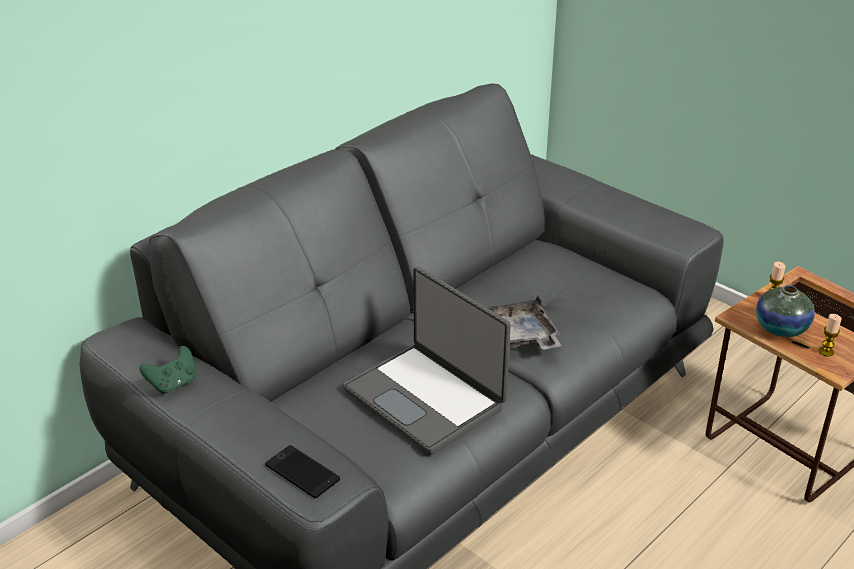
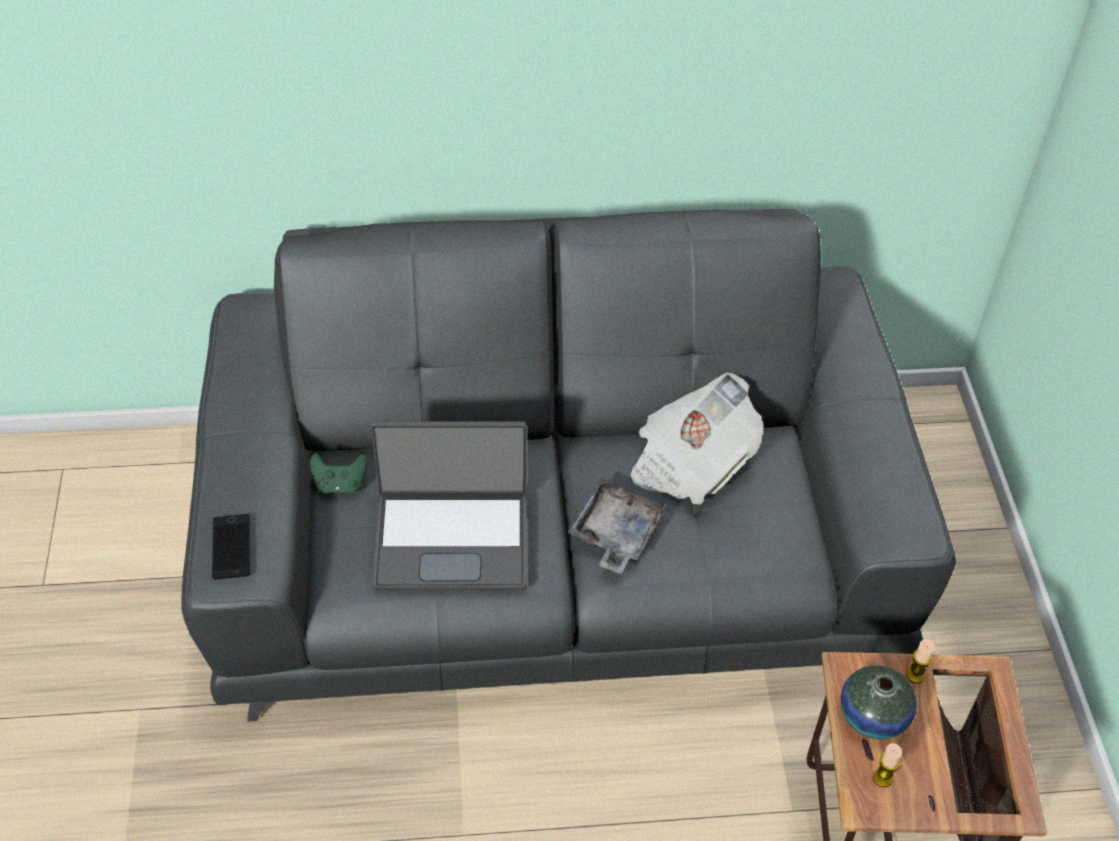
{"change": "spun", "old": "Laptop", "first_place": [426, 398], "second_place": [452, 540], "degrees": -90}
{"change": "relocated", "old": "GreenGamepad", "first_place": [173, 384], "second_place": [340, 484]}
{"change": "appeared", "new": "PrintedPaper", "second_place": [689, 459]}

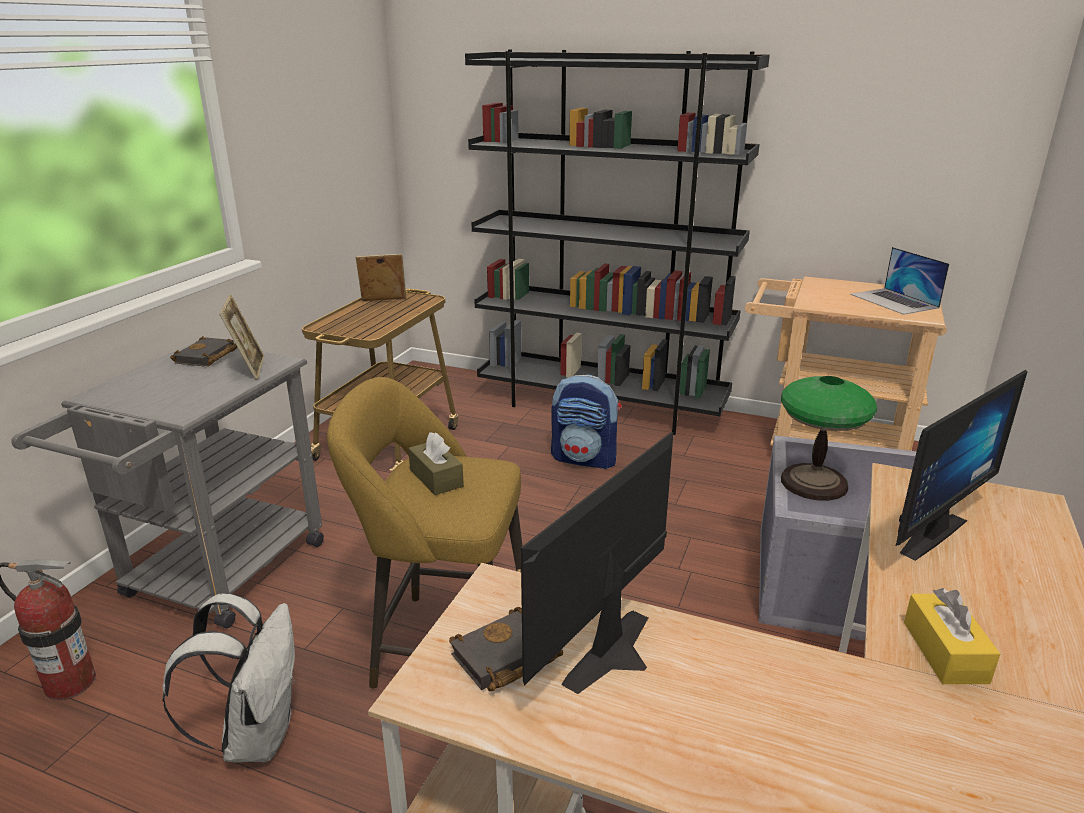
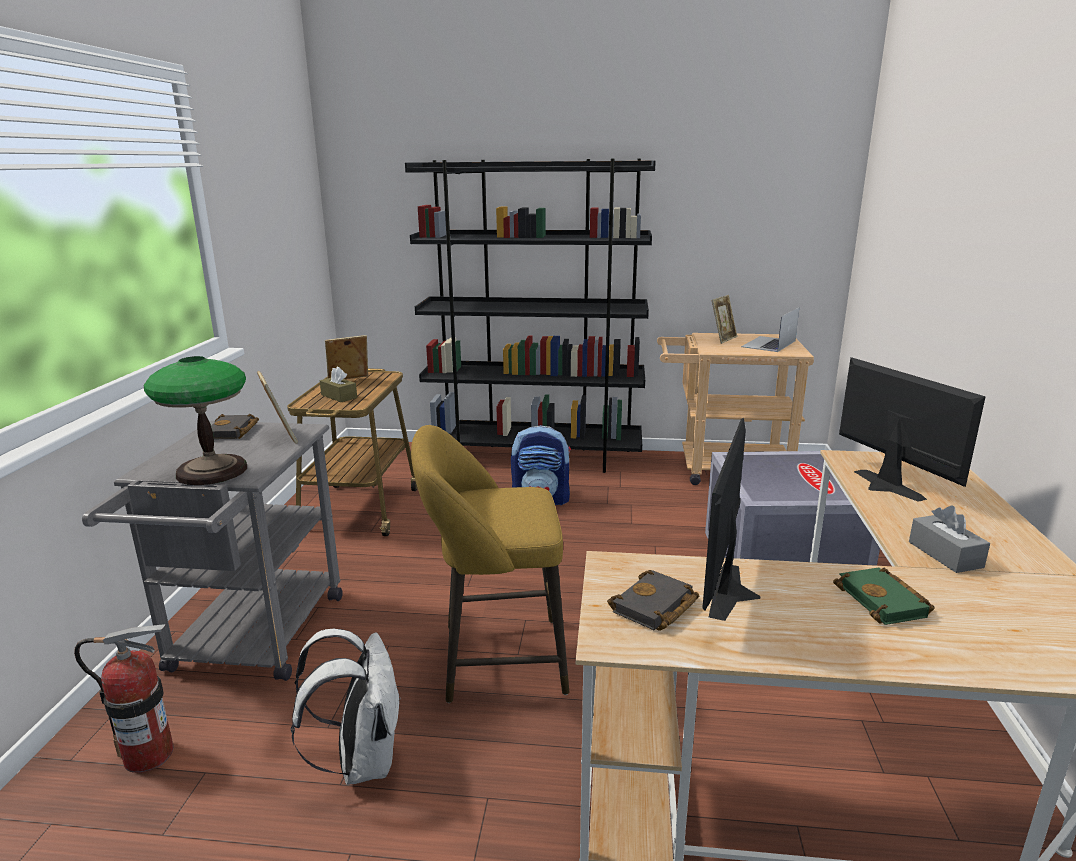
{"change": "spun", "old": "Laptop", "first_place": [894, 301], "second_place": [768, 344], "degrees": 75}
{"change": "spun", "old": "ComputerScreen", "first_place": [921, 530], "second_place": [881, 486], "degrees": -60}
{"change": "relocated", "old": "TabletopLamp", "first_place": [814, 483], "second_place": [212, 471]}
{"change": "relocated", "old": "BrownBoxOfTissues", "first_place": [436, 478], "second_place": [339, 396]}
{"change": "colour", "old": "YellowColouredBoxOfTissues", "new": "GrayBoxOfTissues", "first_place": [945, 652], "second_place": [945, 554]}
{"change": "appeared", "new": "PhotoFrame", "second_place": [723, 339]}
{"change": "appeared", "new": "GreenVolume", "second_place": [885, 602]}

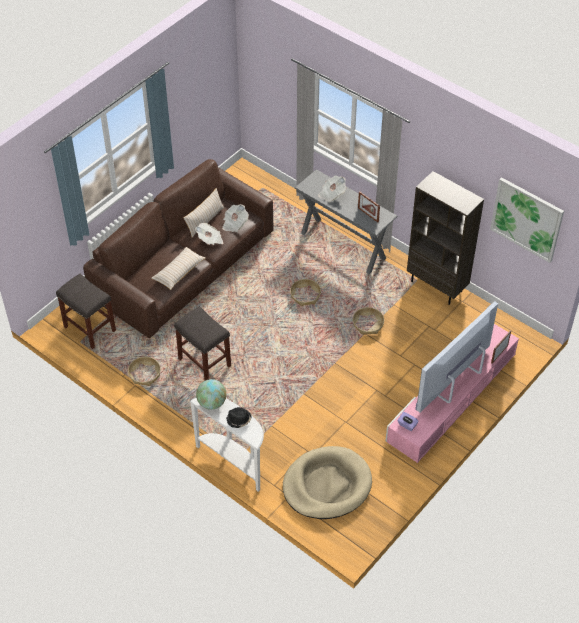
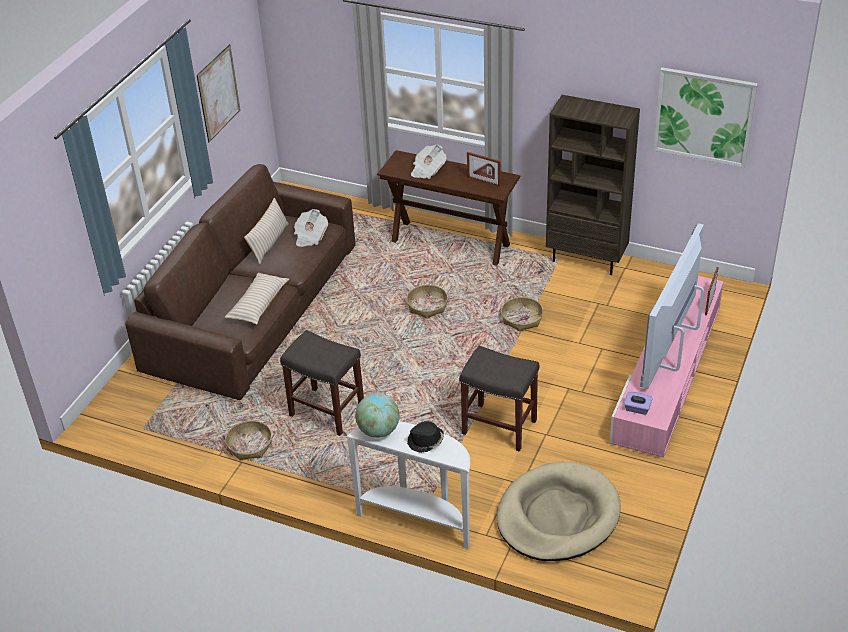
{"change": "colour", "old": "GrayConsoleTable", "new": "BrownConsoleTable", "first_place": [343, 246], "second_place": [450, 243]}
{"change": "missing", "old": "PrintedPaper", "first_place": [210, 239]}
{"change": "relocated", "old": "GrayStoolSeat", "first_place": [90, 329], "second_place": [500, 427]}
{"change": "appeared", "new": "WallArt", "second_place": [218, 93]}

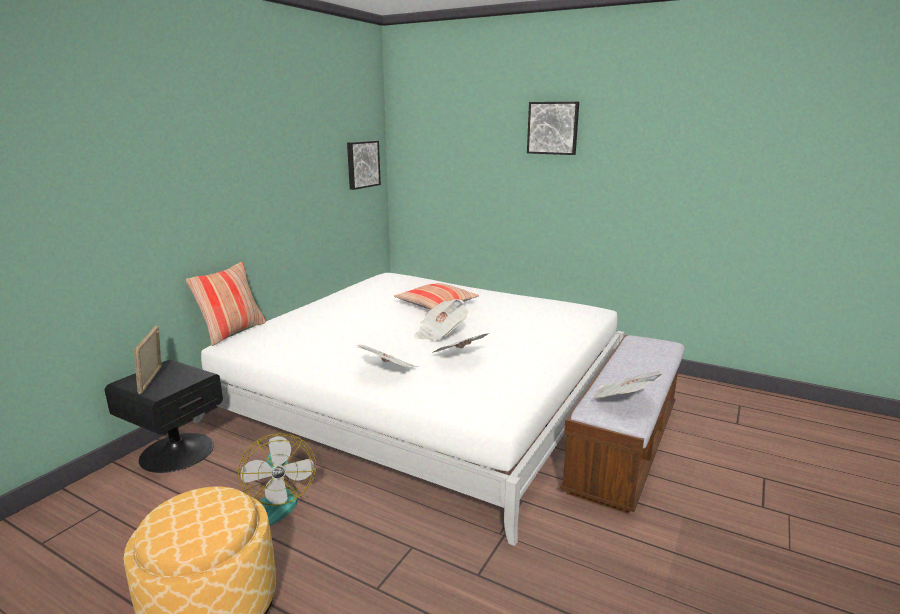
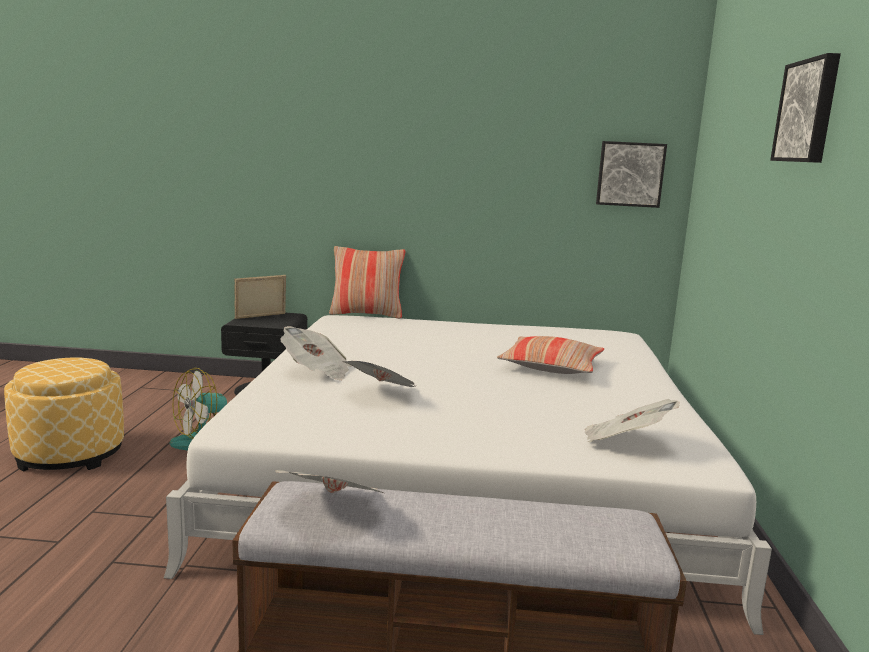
{"change": "relocated", "old": "PrintedPaper", "first_place": [440, 333], "second_place": [624, 442]}

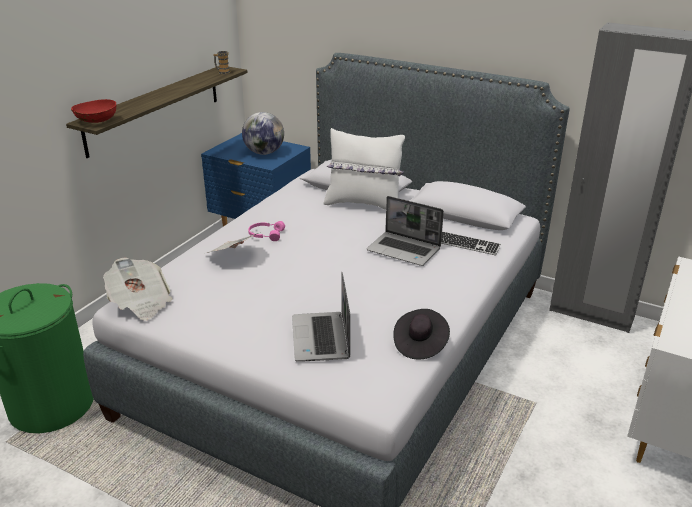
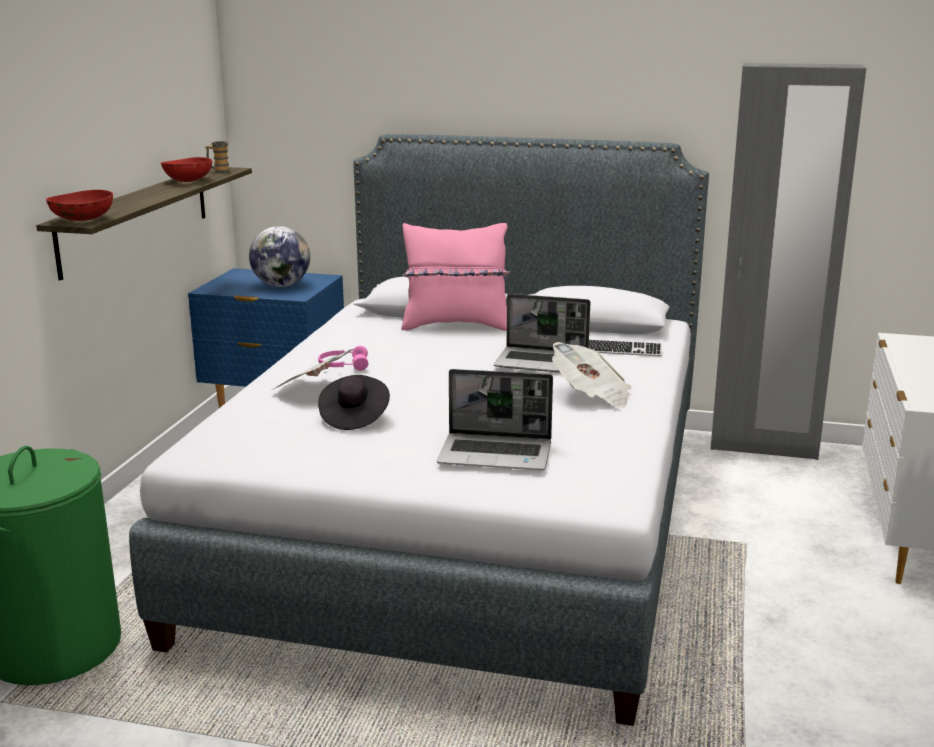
{"change": "colour", "old": "WhiteThrowPillow", "new": "PinkishThrowPillow", "first_place": [363, 204], "second_place": [456, 325]}
{"change": "relocated", "old": "PrintedPaper", "first_place": [140, 303], "second_place": [592, 396]}
{"change": "spun", "old": "Laptop", "first_place": [321, 338], "second_place": [497, 454], "degrees": -60}
{"change": "relocated", "old": "BlackColouredHat", "first_place": [420, 344], "second_place": [354, 417]}
{"change": "appeared", "new": "ReddishBowl", "second_place": [188, 181]}

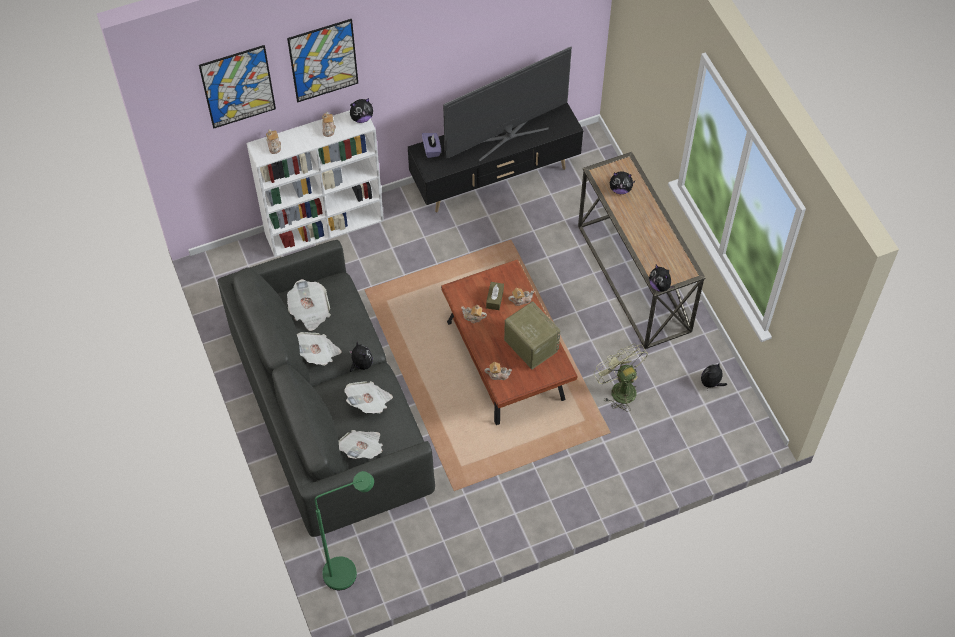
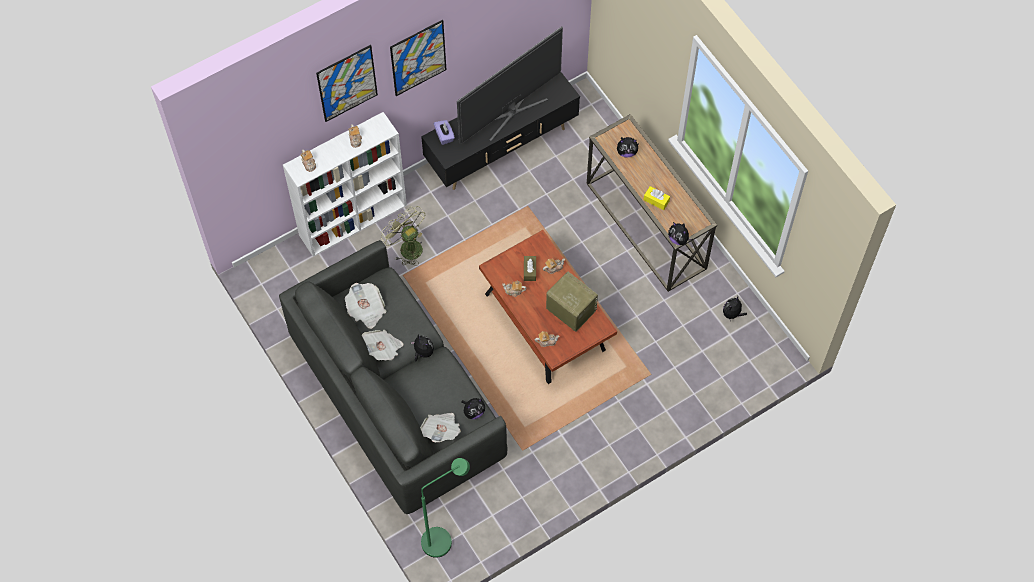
{"change": "relocated", "old": "WallArt", "first_place": [238, 87], "second_place": [418, 58]}
{"change": "relocated", "old": "CuddlyToy", "first_place": [361, 118], "second_place": [473, 412]}
{"change": "relocated", "old": "GreenFan", "first_place": [619, 388], "second_place": [407, 247]}
{"change": "missing", "old": "PrintedPaper", "first_place": [369, 403]}
{"change": "appeared", "new": "YellowColouredBoxOfTissues", "second_place": [656, 200]}

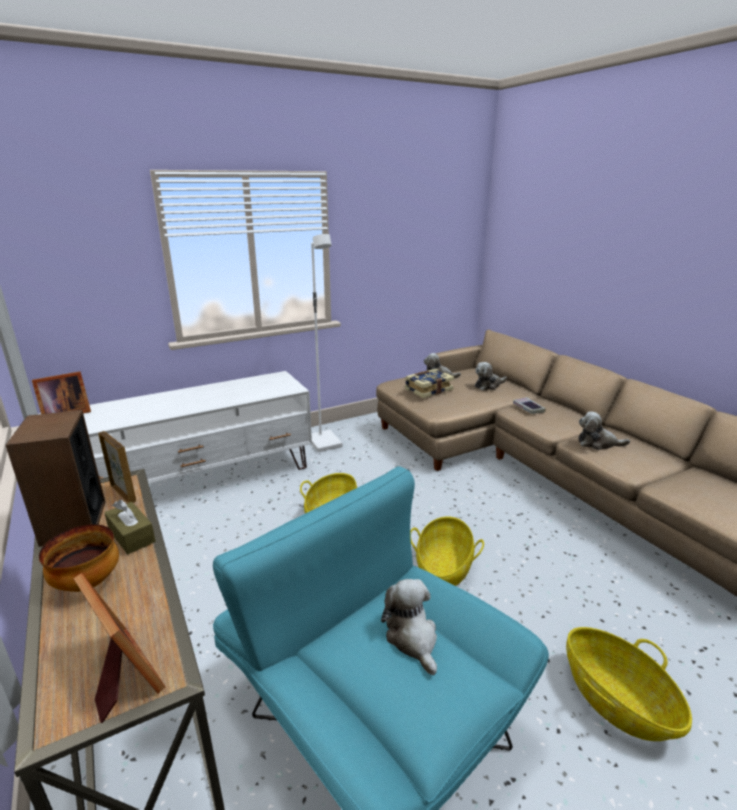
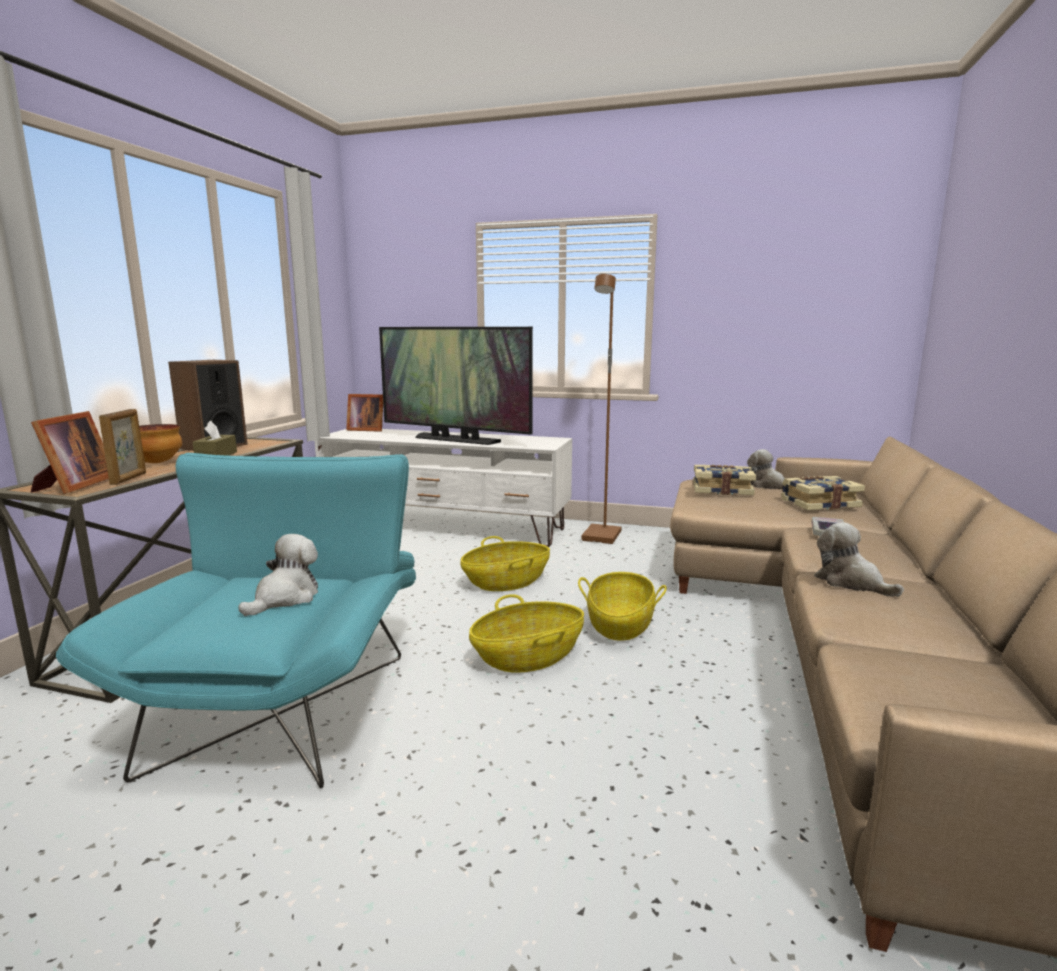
{"change": "colour", "old": "WhiteStandingLamp", "new": "BrownStandingLamp", "first_place": [325, 442], "second_place": [602, 536]}
{"change": "exchanged", "old": "CuddlyToy", "new": "Volume", "first_place": [488, 385], "second_place": [819, 503]}
{"change": "relocated", "old": "PhotoFrame", "first_place": [123, 493], "second_place": [129, 478]}
{"change": "relocated", "old": "Basket", "first_place": [617, 701], "second_place": [620, 624]}
{"change": "appeared", "new": "Television", "second_place": [455, 439]}

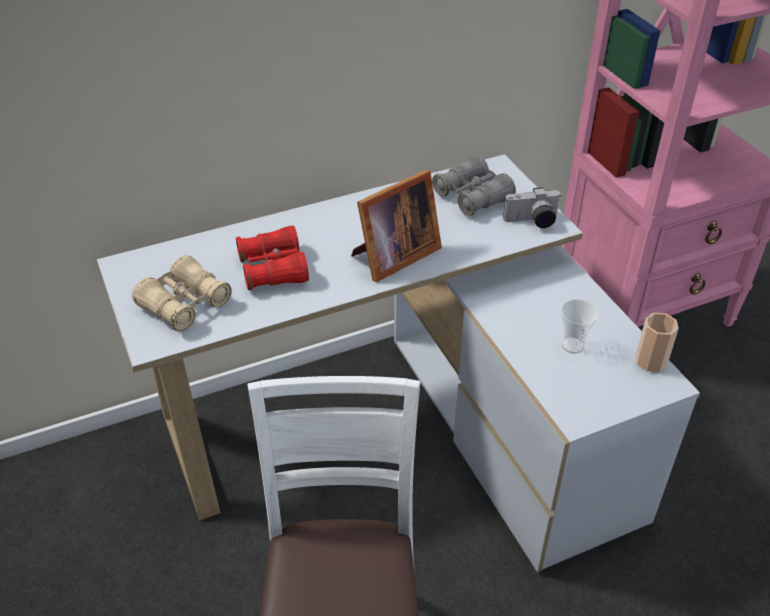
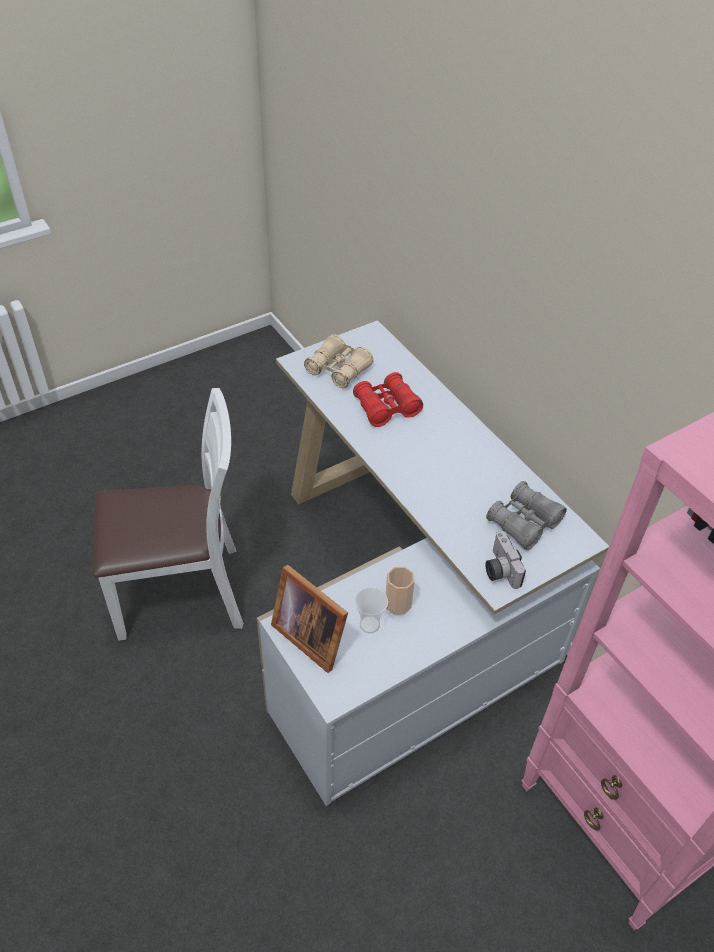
{"change": "relocated", "old": "PhotoFrame", "first_place": [393, 257], "second_place": [310, 634]}
{"change": "relocated", "old": "SmallCup", "first_place": [650, 361], "second_place": [398, 604]}

